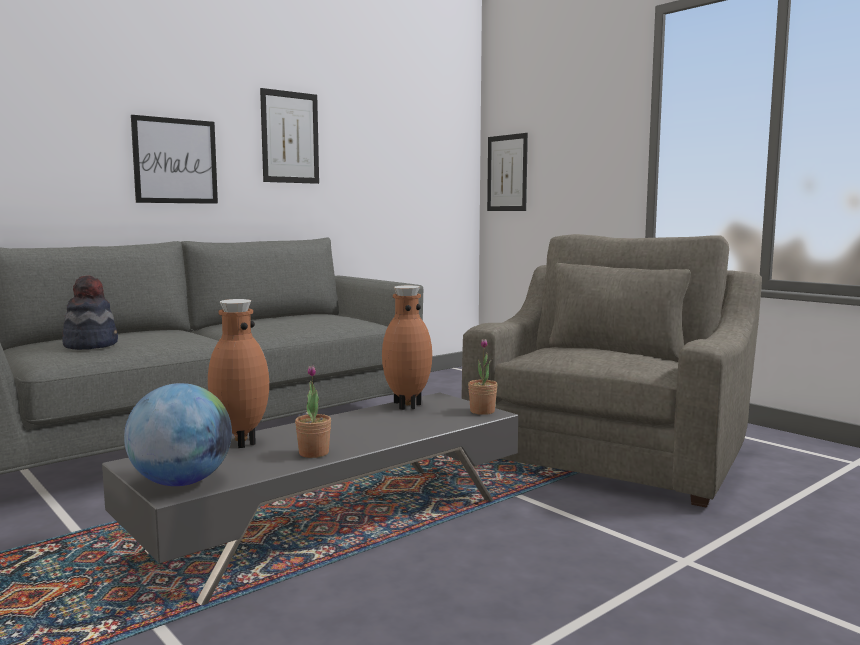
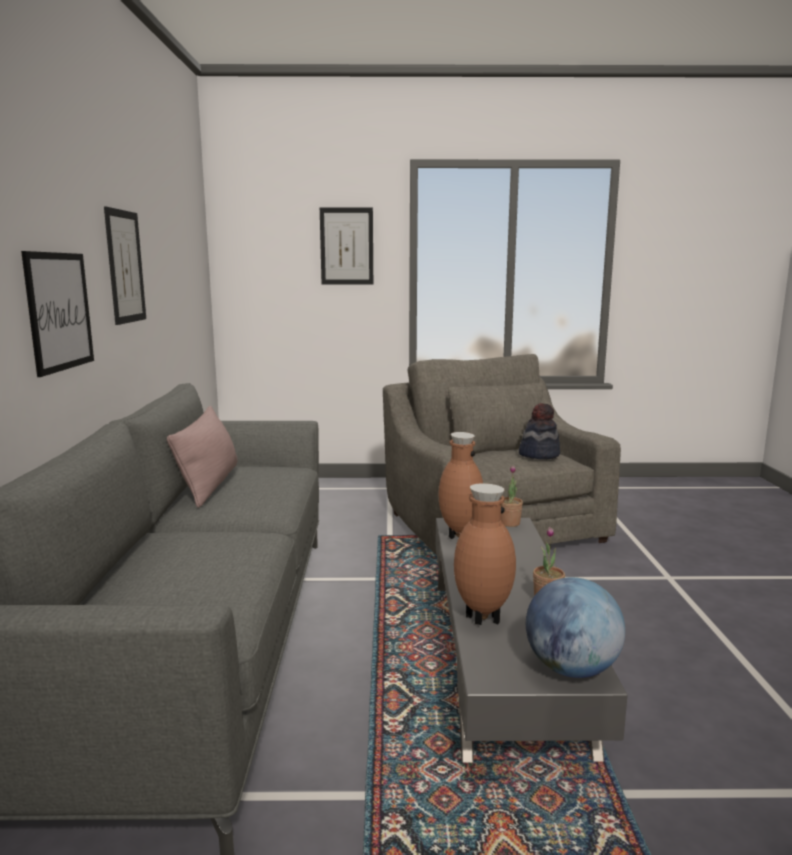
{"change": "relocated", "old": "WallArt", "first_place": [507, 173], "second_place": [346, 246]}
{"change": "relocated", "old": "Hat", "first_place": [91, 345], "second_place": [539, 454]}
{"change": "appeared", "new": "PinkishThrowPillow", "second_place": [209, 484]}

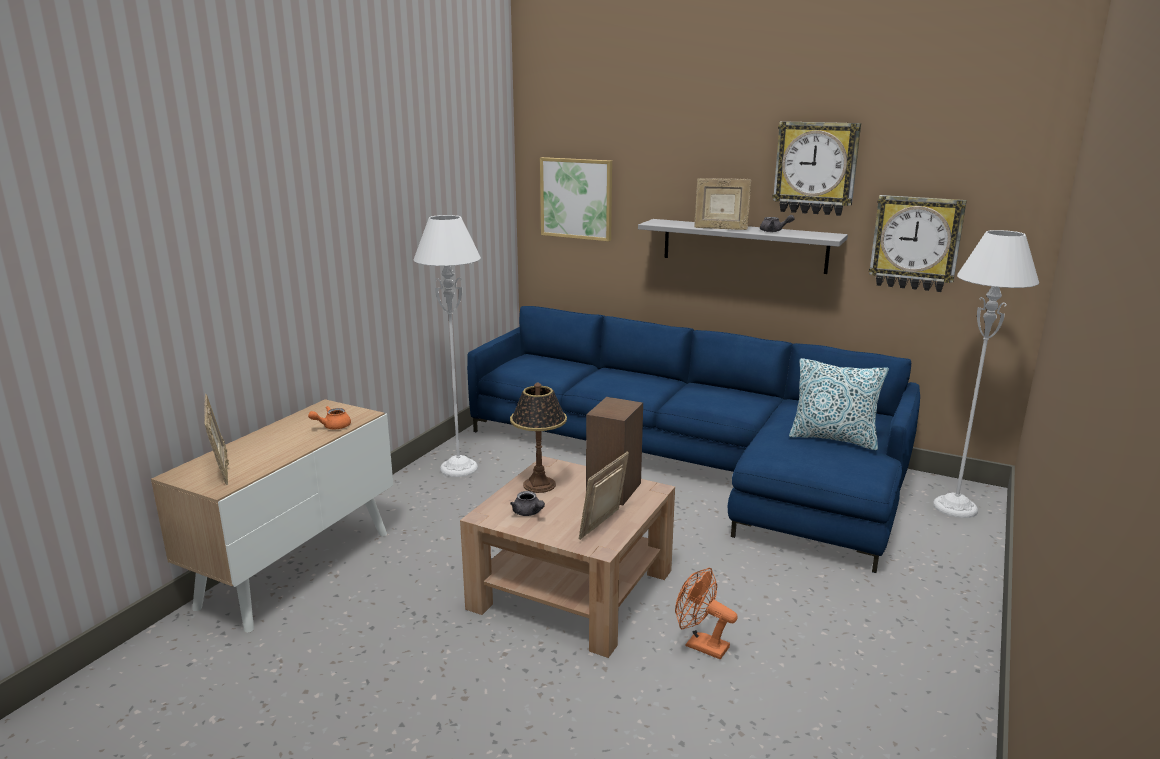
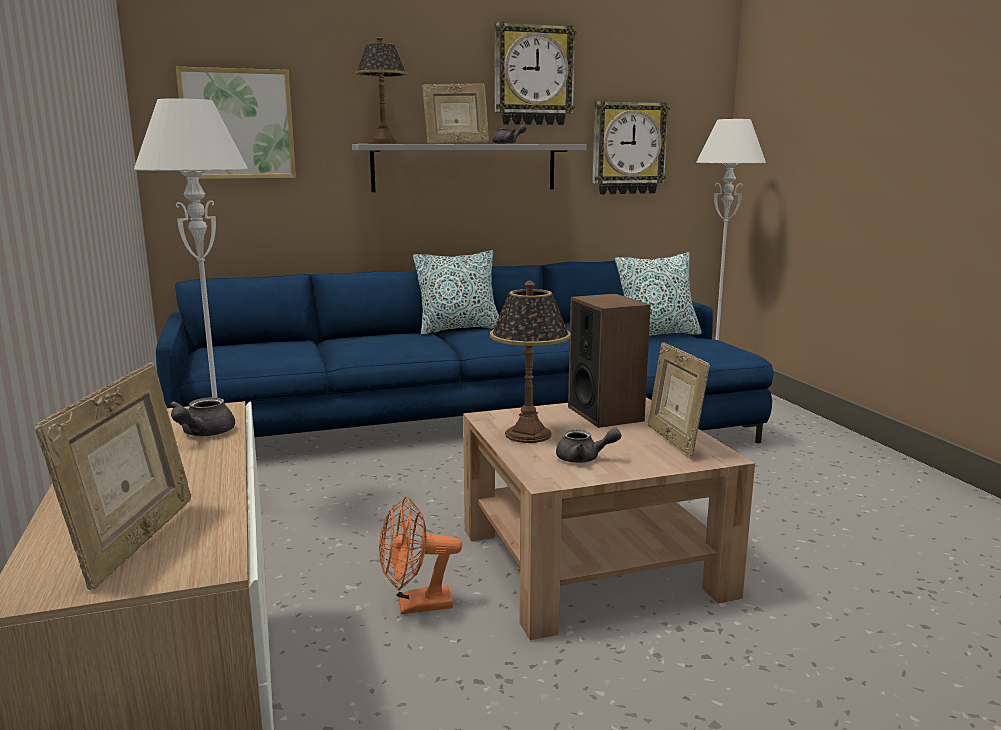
{"change": "spun", "old": "PhotoFrame", "first_place": [221, 470], "second_place": [135, 543], "degrees": 75}
{"change": "colour", "old": "OrangeColouredTeapot", "new": "GrayTeapot", "first_place": [332, 426], "second_place": [202, 434]}
{"change": "relocated", "old": "OrangeColouredFan", "first_place": [700, 645], "second_place": [415, 606]}
{"change": "appeared", "new": "TabletopLamp", "second_place": [383, 143]}
{"change": "appeared", "new": "ThrowPillow", "second_place": [458, 329]}

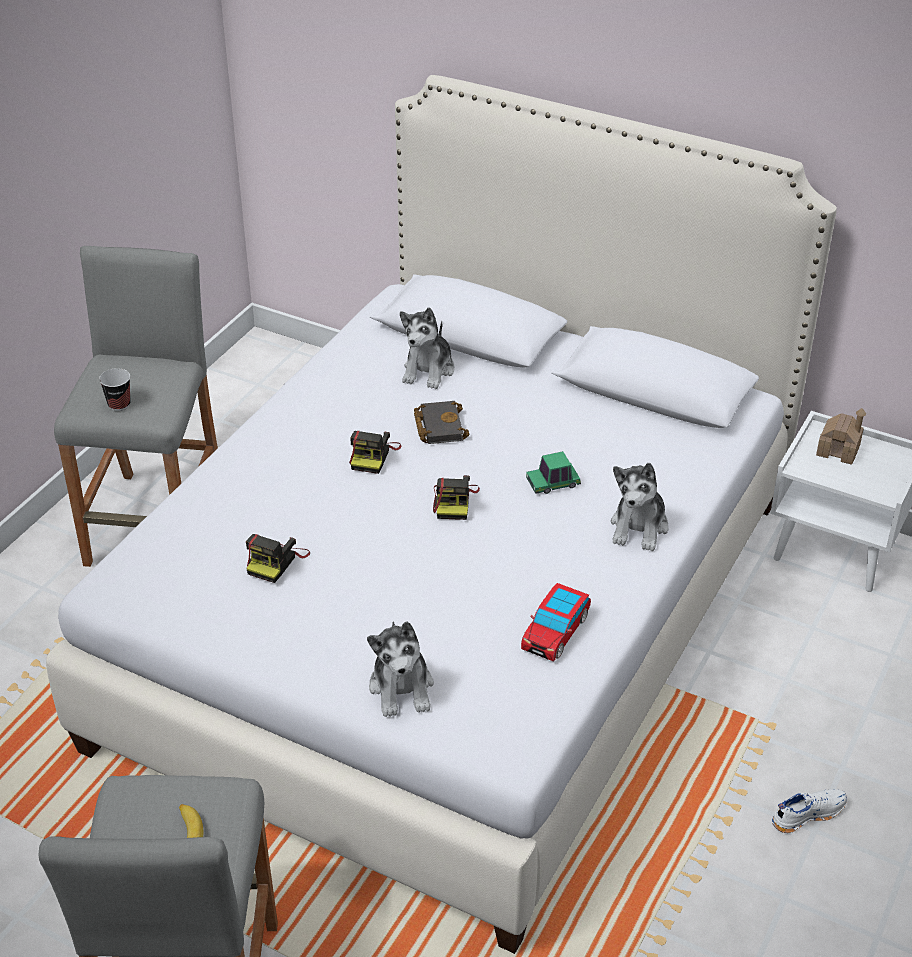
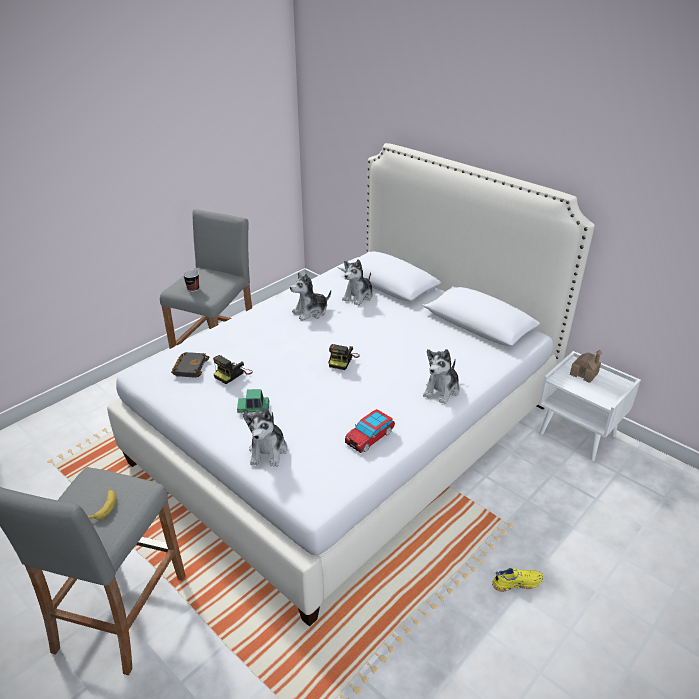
{"change": "relocated", "old": "BlackColouredVolume", "first_place": [438, 426], "second_place": [190, 367]}
{"change": "missing", "old": "PhotoCamera", "first_place": [373, 456]}
{"change": "relocated", "old": "ToyCar", "first_place": [553, 483], "second_place": [253, 408]}
{"change": "colour", "old": "WhiteItemOfFootwear", "new": "YellowColouredItemOfFootwear", "first_place": [807, 814], "second_place": [516, 582]}
{"change": "appeared", "new": "CuddlyToy", "second_place": [311, 312]}

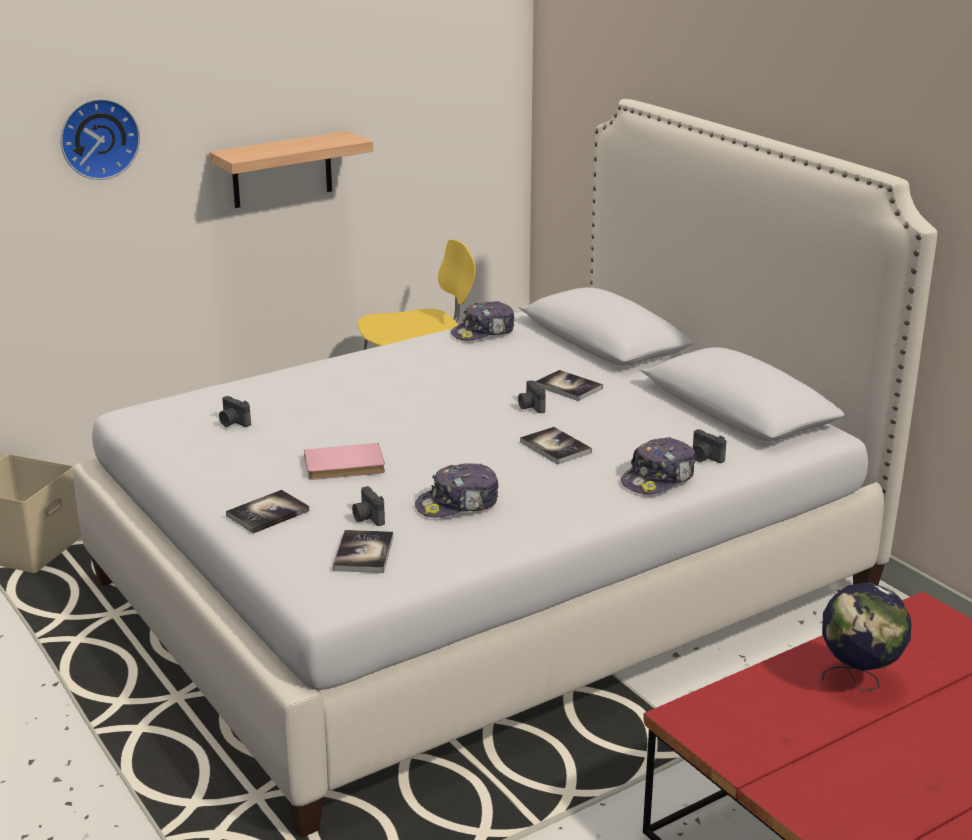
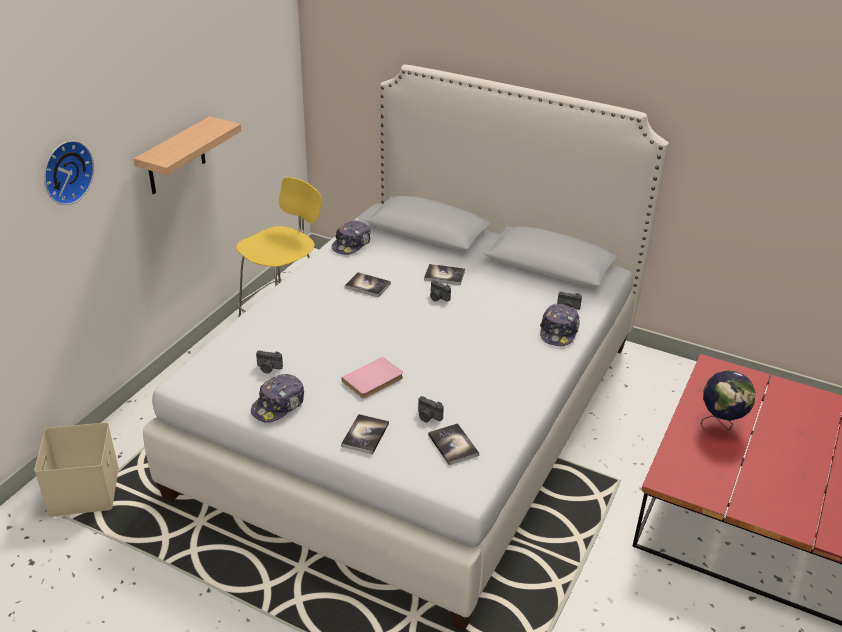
{"change": "relocated", "old": "Volume", "first_place": [555, 447], "second_place": [367, 285]}
{"change": "relocated", "old": "BaseballCap", "first_place": [458, 504], "second_place": [279, 405]}

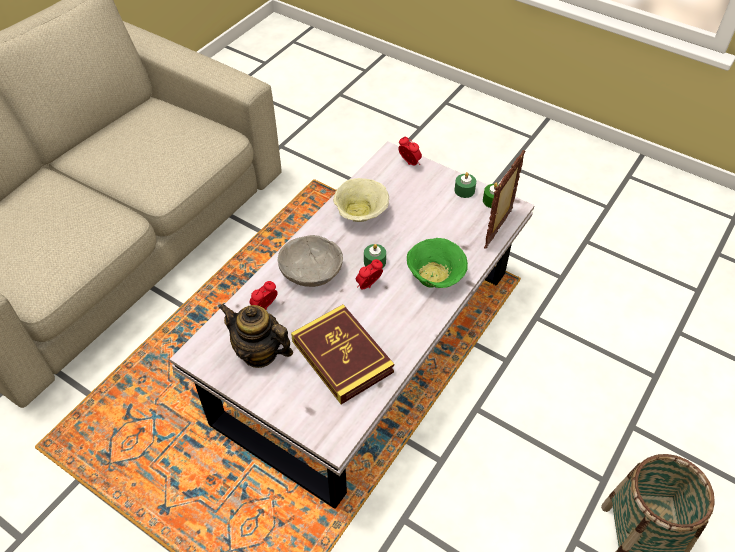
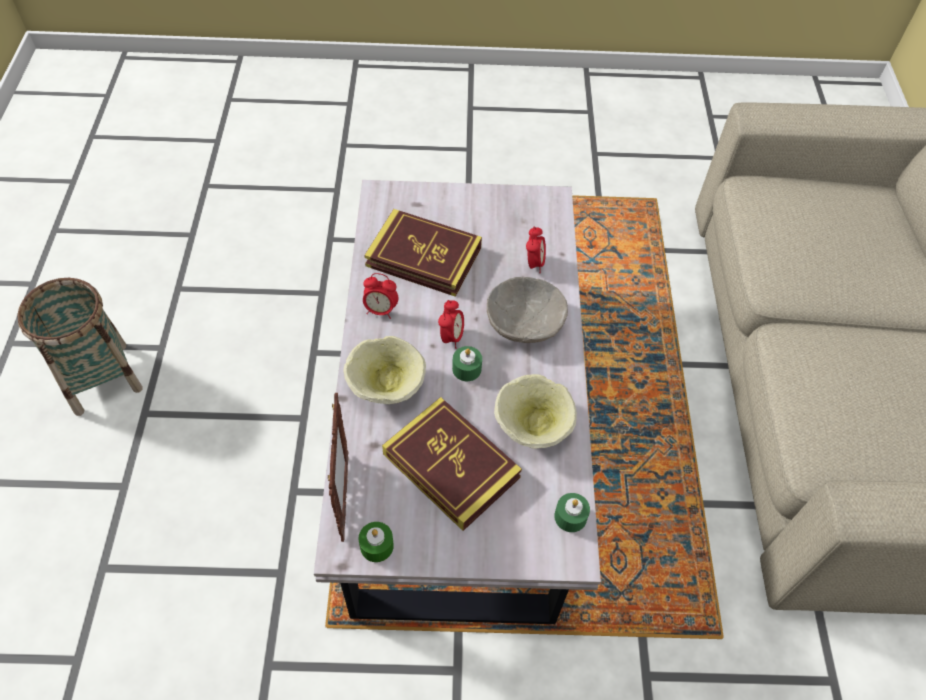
{"change": "relocated", "old": "BedsideClock", "first_place": [409, 163], "second_place": [380, 310]}
{"change": "relocated", "old": "GreenWaxLight", "first_place": [464, 190], "second_place": [570, 517]}
{"change": "colour", "old": "GreenBowl", "new": "BeigeColouredBowl", "first_place": [436, 277], "second_place": [384, 385]}
{"change": "missing", "old": "Teapot", "first_place": [259, 352]}
{"change": "appeared", "new": "Volume", "second_place": [451, 466]}

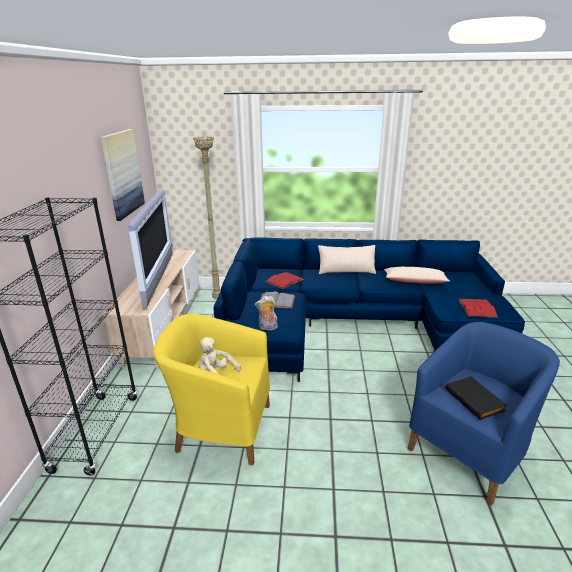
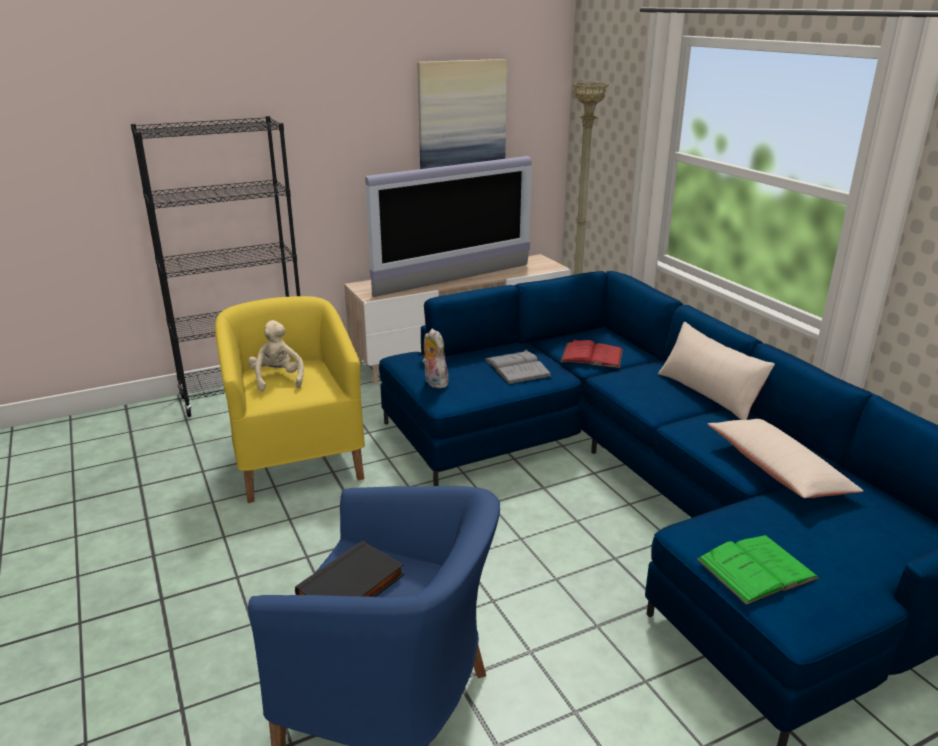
{"change": "colour", "old": "ReddishVolume", "new": "GreenVolume", "first_place": [477, 308], "second_place": [756, 569]}

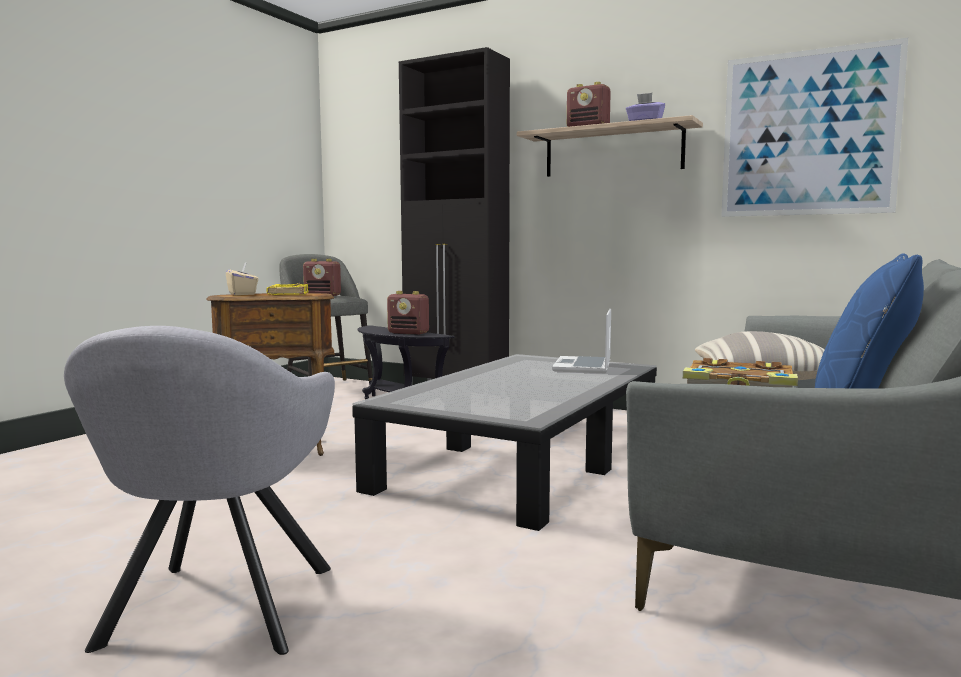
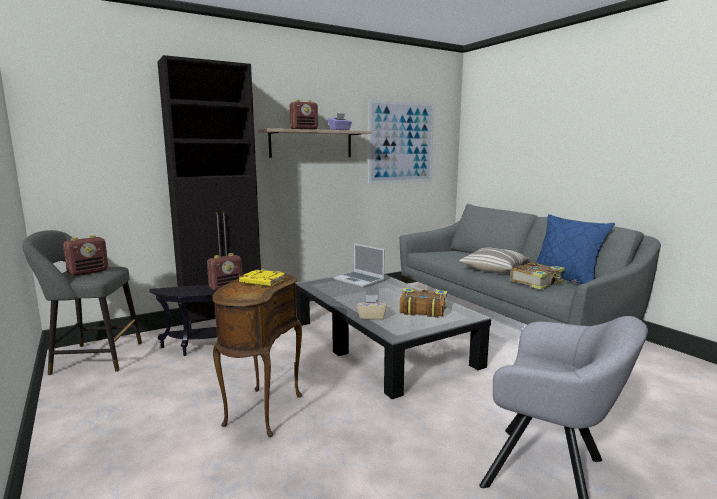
{"change": "relocated", "old": "BeigeColouredBoxOfTissues", "first_place": [242, 294], "second_place": [371, 317]}
{"change": "appeared", "new": "Volume", "second_place": [422, 309]}

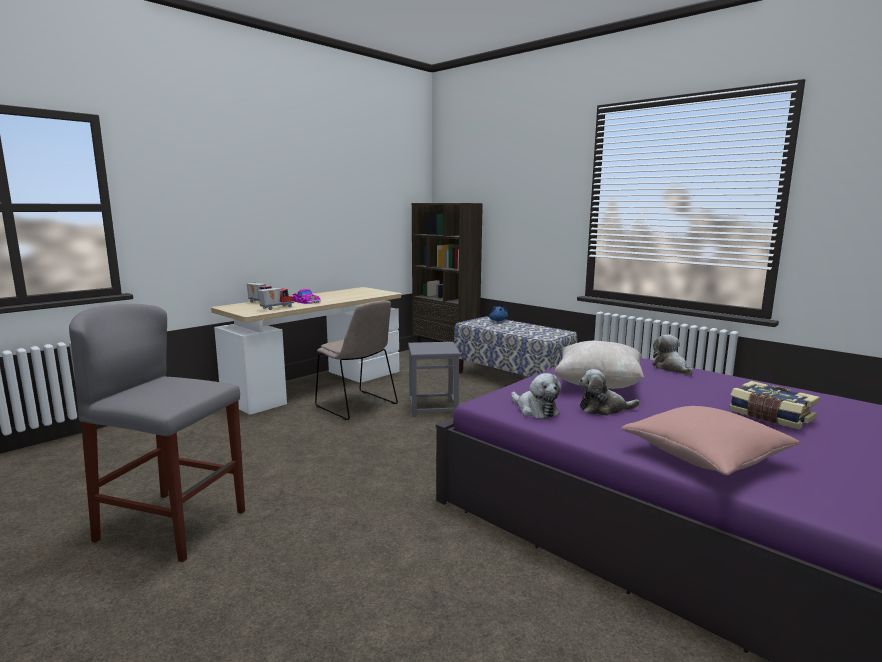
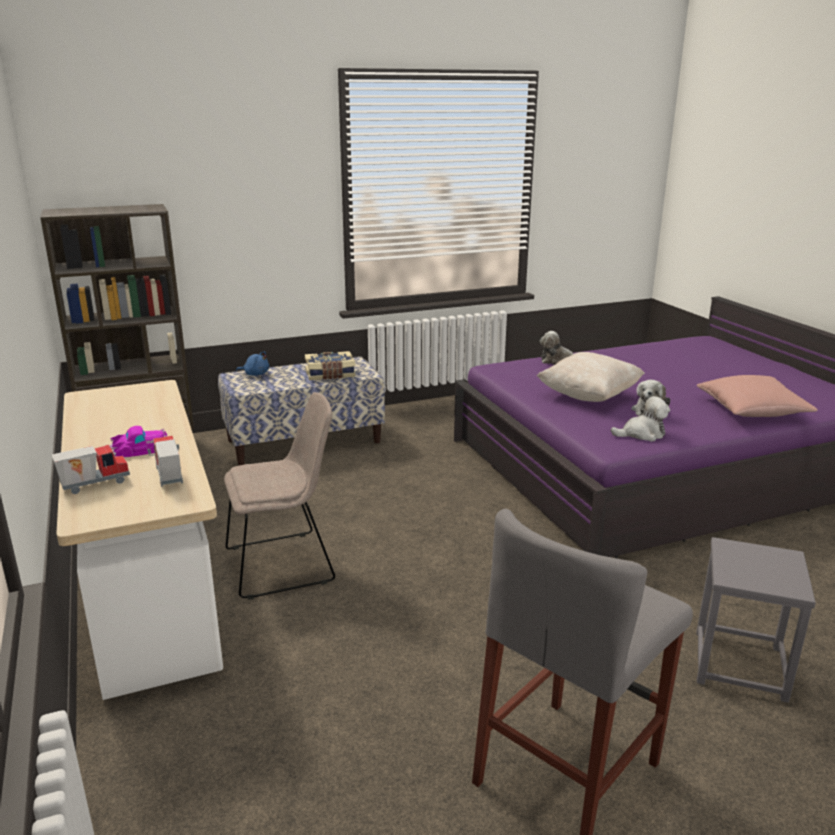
{"change": "relocated", "old": "GrayStoolSeat", "first_place": [433, 407], "second_place": [738, 664]}
{"change": "relocated", "old": "Volume", "first_place": [770, 416], "second_place": [330, 375]}

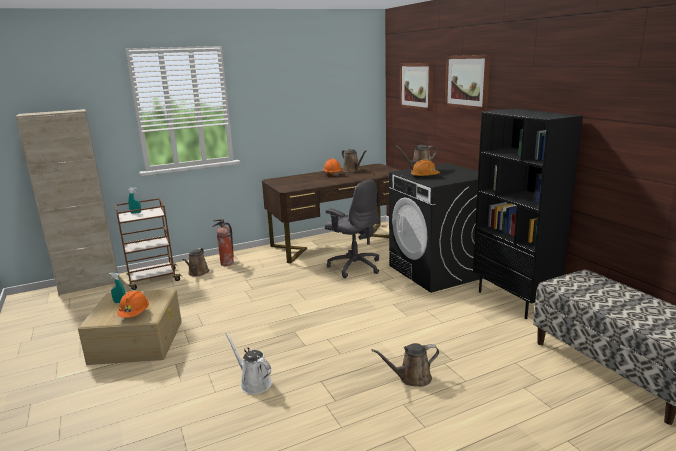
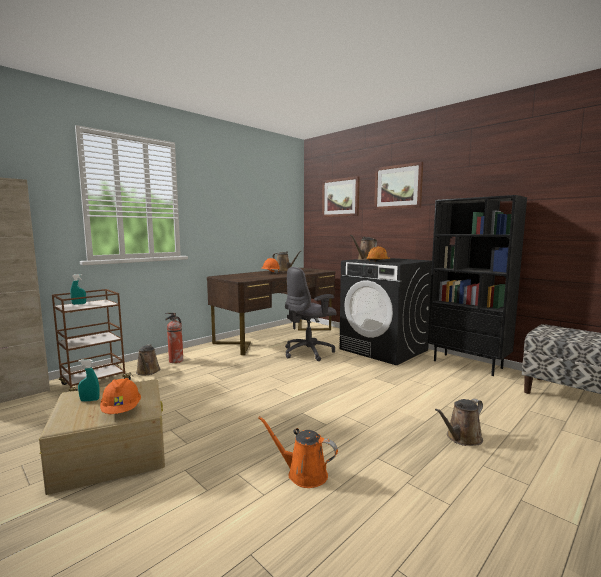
{"change": "spun", "old": "GrayDeskChair", "first_place": [354, 266], "second_place": [309, 352], "degrees": 120}
{"change": "colour", "old": "WhiteWateringPot", "new": "OrangeColouredWateringPot", "first_place": [253, 382], "second_place": [303, 474]}

